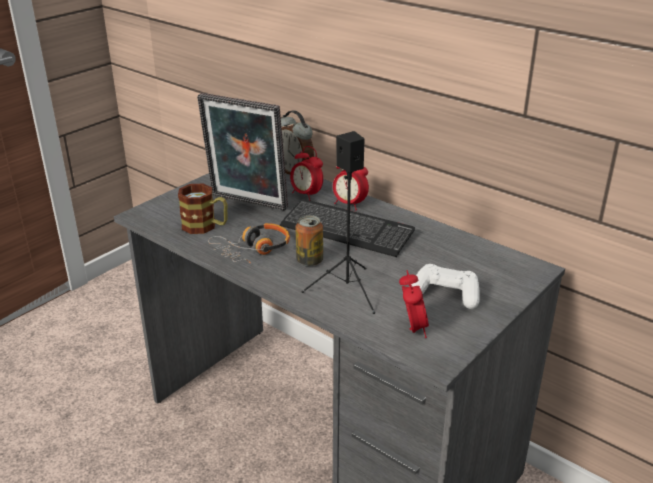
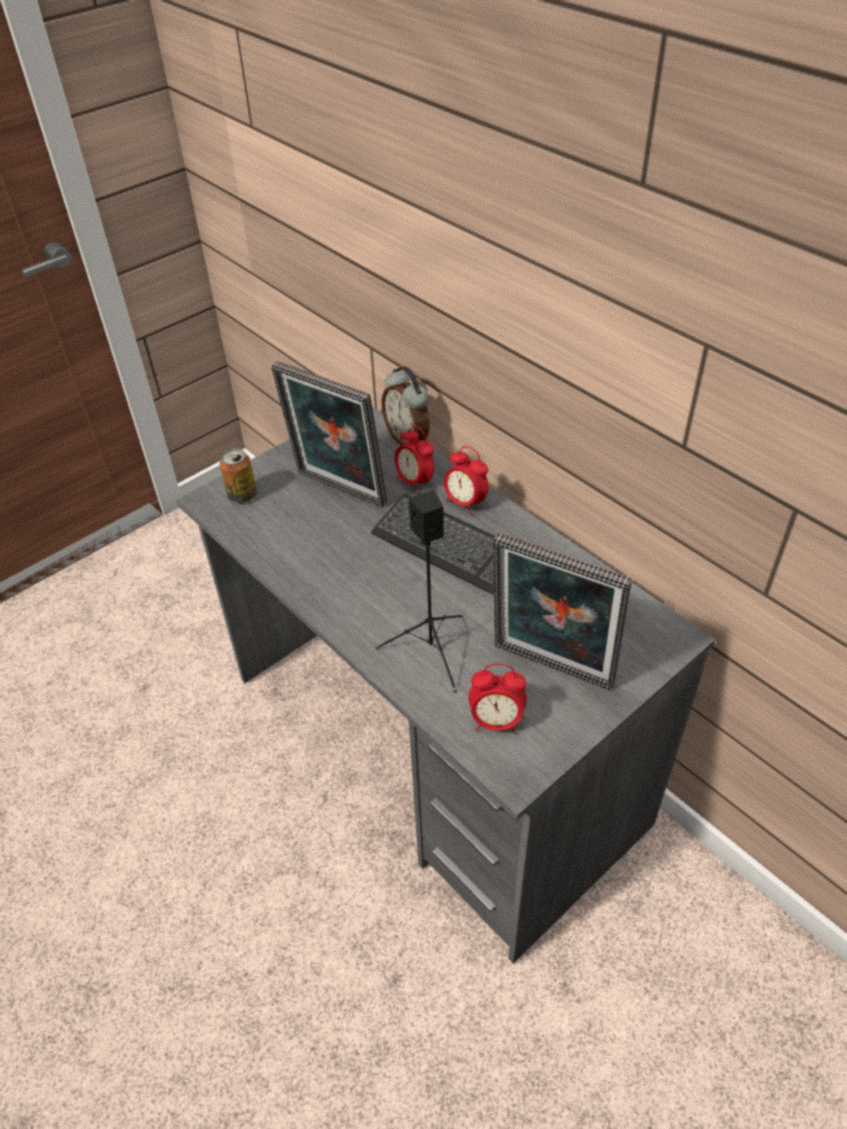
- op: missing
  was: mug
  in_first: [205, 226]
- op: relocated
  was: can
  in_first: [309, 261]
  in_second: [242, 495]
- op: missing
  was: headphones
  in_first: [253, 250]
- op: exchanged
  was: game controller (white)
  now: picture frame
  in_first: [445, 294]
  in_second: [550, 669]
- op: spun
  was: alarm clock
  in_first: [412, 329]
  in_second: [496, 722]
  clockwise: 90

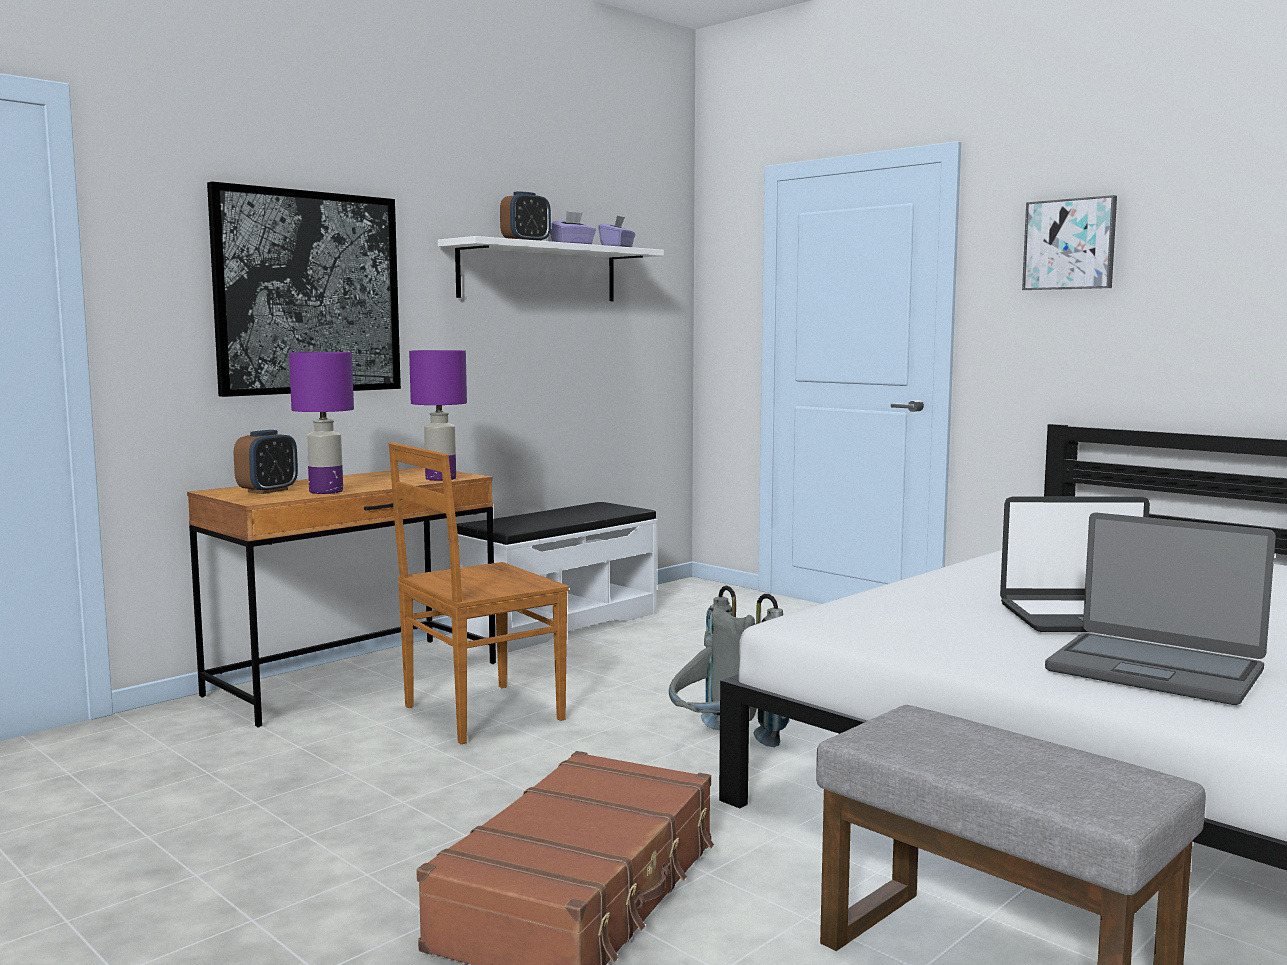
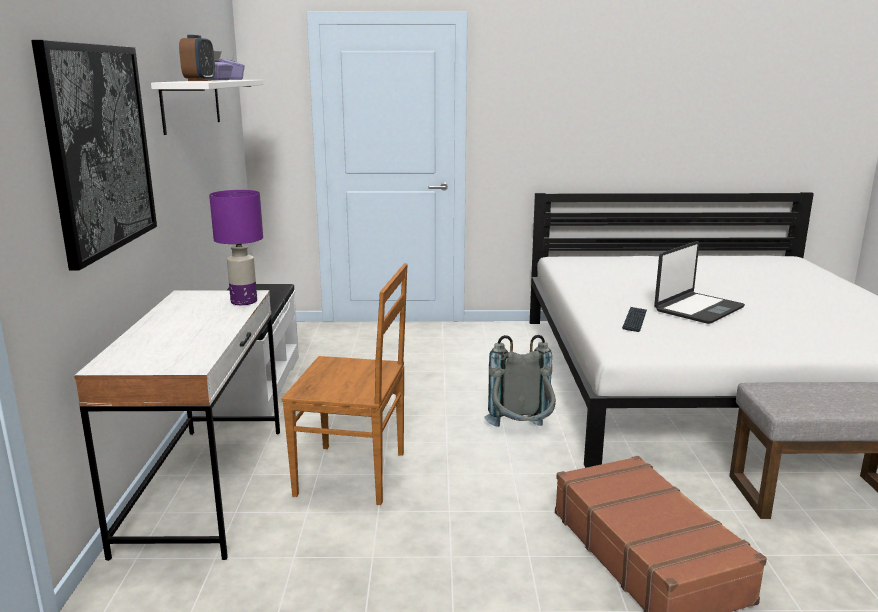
- op: missing
  was: picture
  in_first: [1070, 244]
- op: missing
  was: table lamp (purple)
  in_first: [325, 492]
- op: missing
  was: alarm clock
  in_first: [268, 491]
- op: spun
  was: chair (brown)
  in_first: [479, 713]
  in_second: [354, 474]
  clockwise: -90
- op: colour
  was: desk (brown)
  now: desk (white)
  in_first: [355, 679]
  in_second: [206, 487]
- op: missing
  was: laptop
  in_first: [1154, 670]
- op: appeared
  now: keyboard
  in_second: [634, 320]

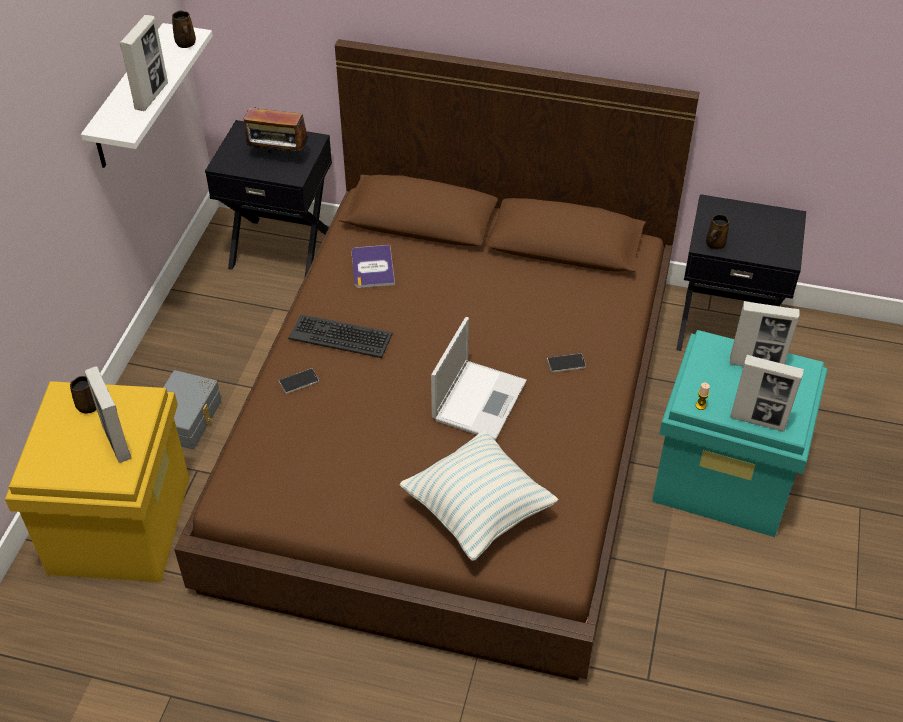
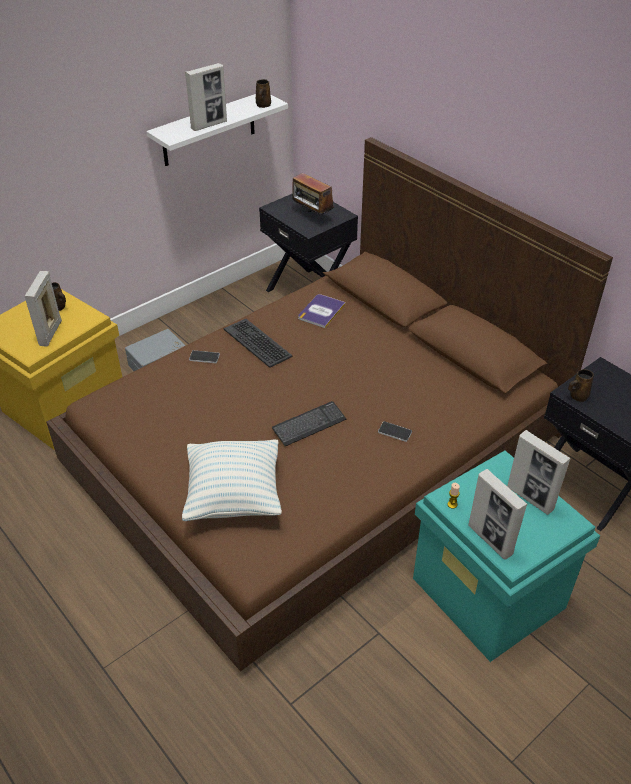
- op: exchanged
  was: laptop
  now: keyboard
  in_first: [479, 399]
  in_second: [309, 425]

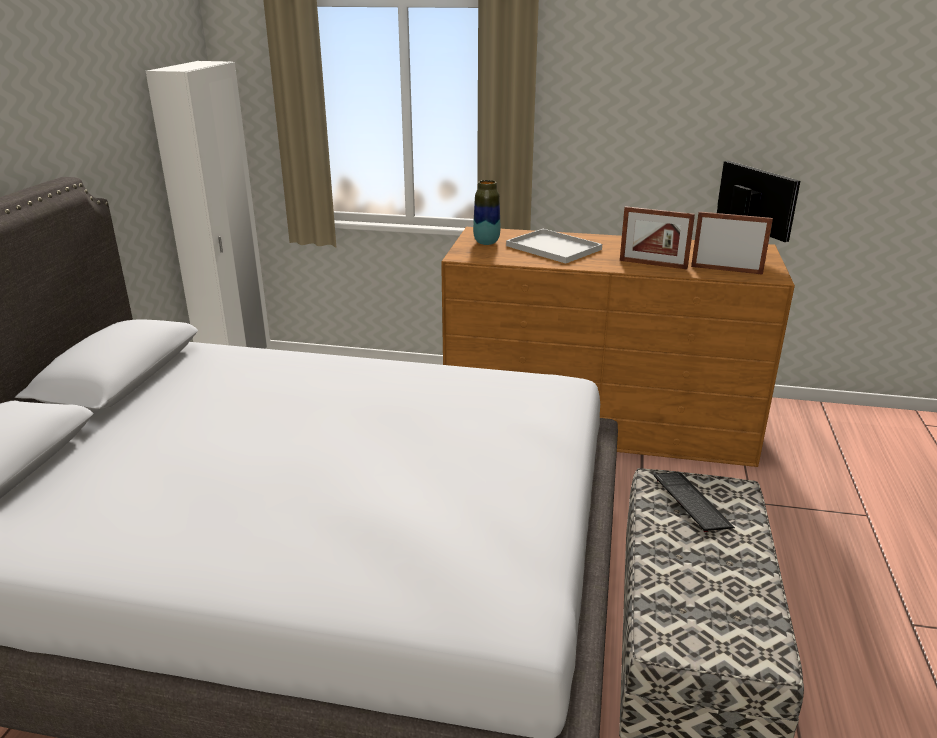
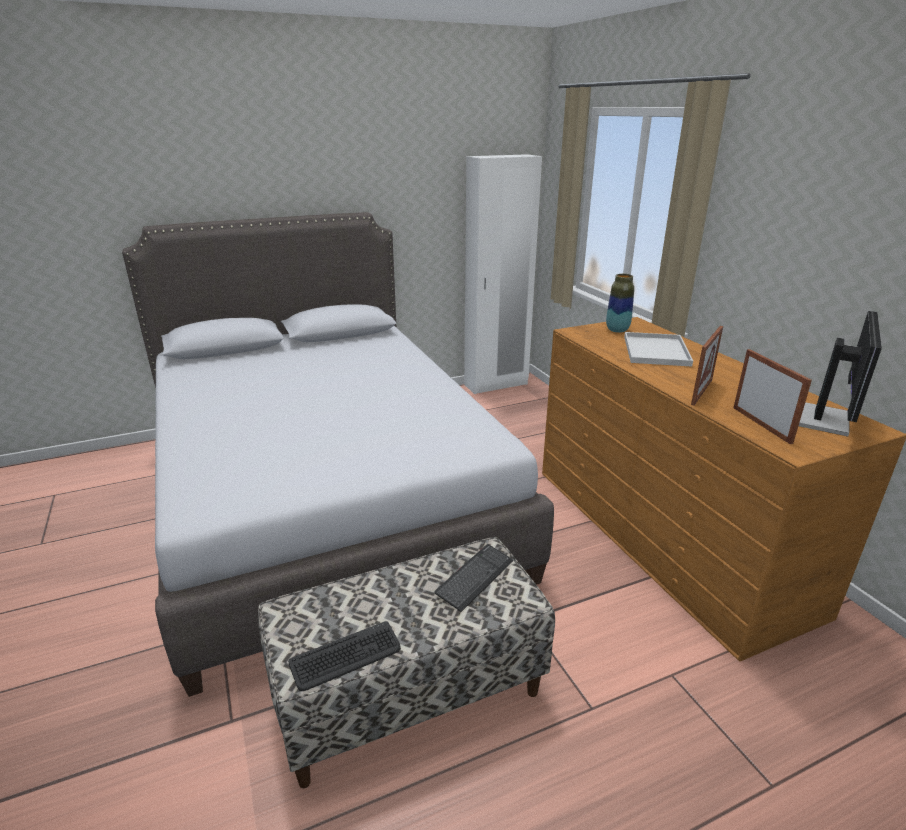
- op: spun
  was: picture frame
  in_first: [653, 264]
  in_second: [701, 392]
  clockwise: -135
- op: appeared
  now: keyboard
  in_second: [346, 657]

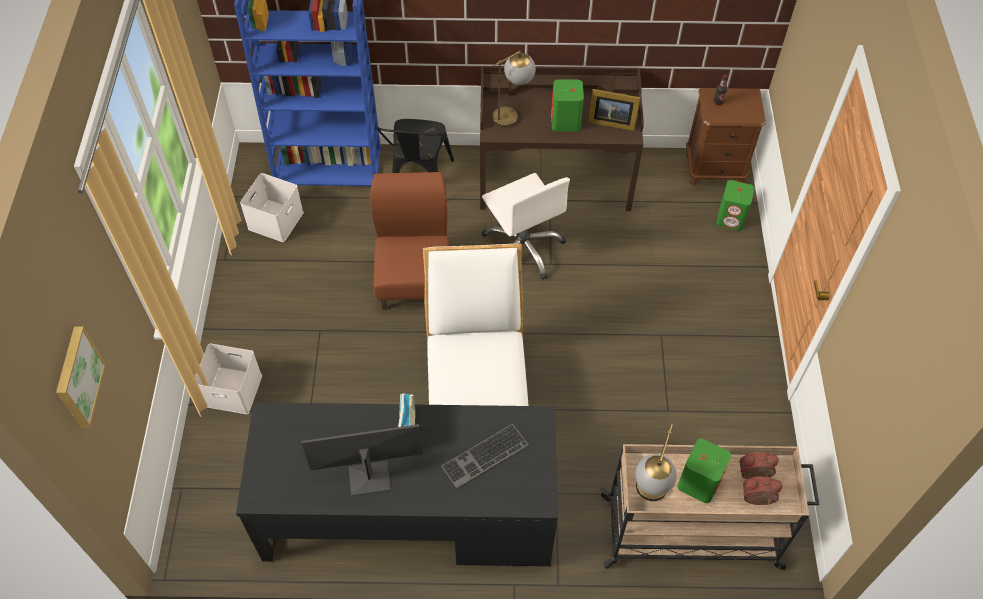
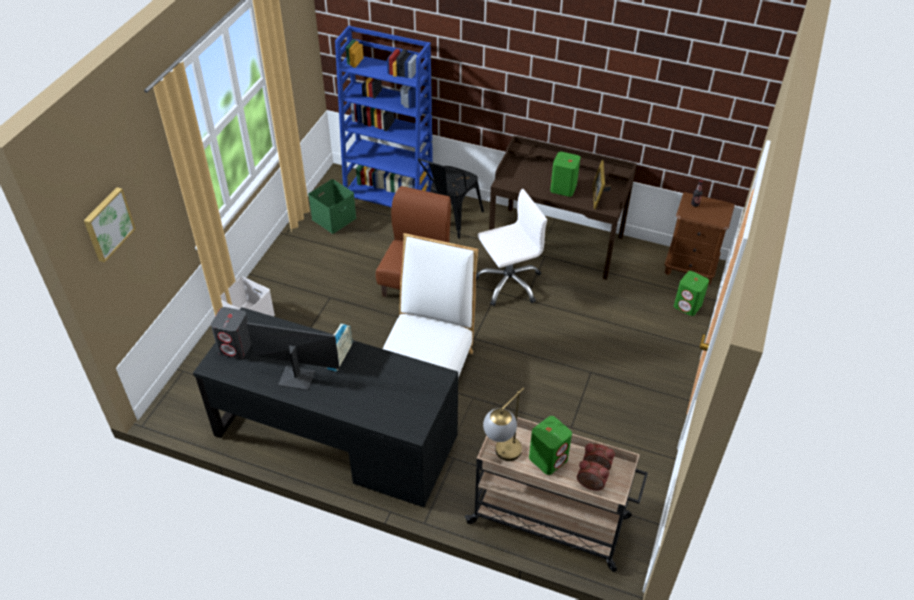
- op: missing
  was: table lamp
  in_first: [512, 114]
- op: spun
  was: picture frame
  in_first: [610, 121]
  in_second: [599, 196]
  clockwise: 60
- op: colour
  was: storage box (white)
  now: storage box (green)
  in_first: [276, 221]
  in_second: [334, 219]
- op: spun
  was: office chair (white)
  in_first: [523, 248]
  in_second: [508, 283]
  clockwise: -105
- op: missing
  was: keyboard
  in_first: [485, 457]
- op: appeared
  now: speaker (grey)
  in_second: [236, 347]

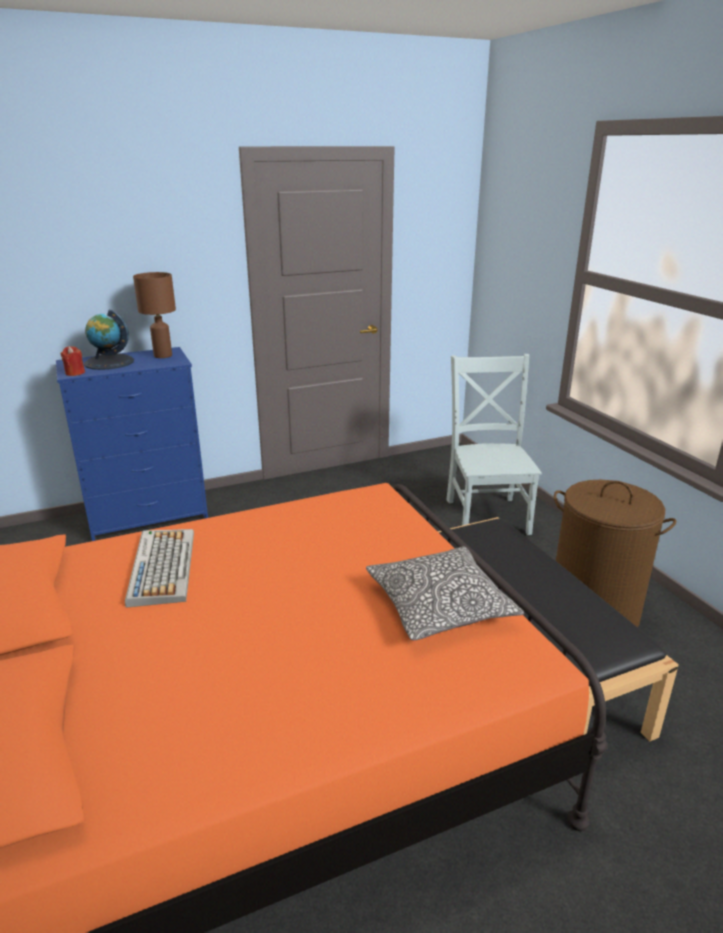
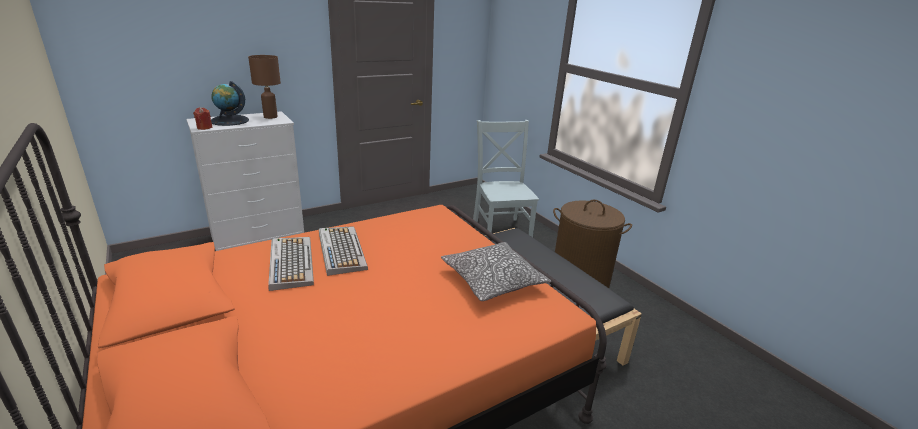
- op: colour
  was: dresser (blue)
  now: dresser (white)
  in_first: [149, 516]
  in_second: [259, 236]
- op: appeared
  now: keyboard
  in_second: [341, 250]

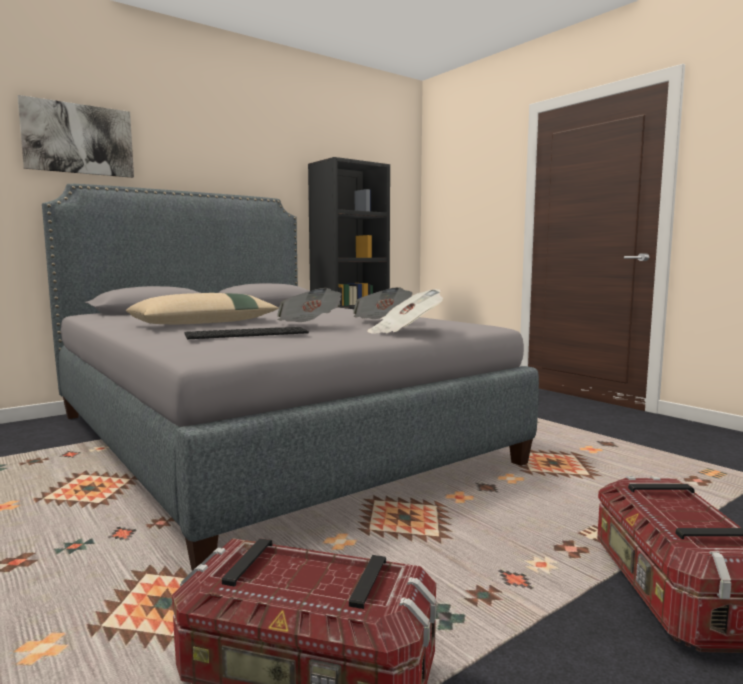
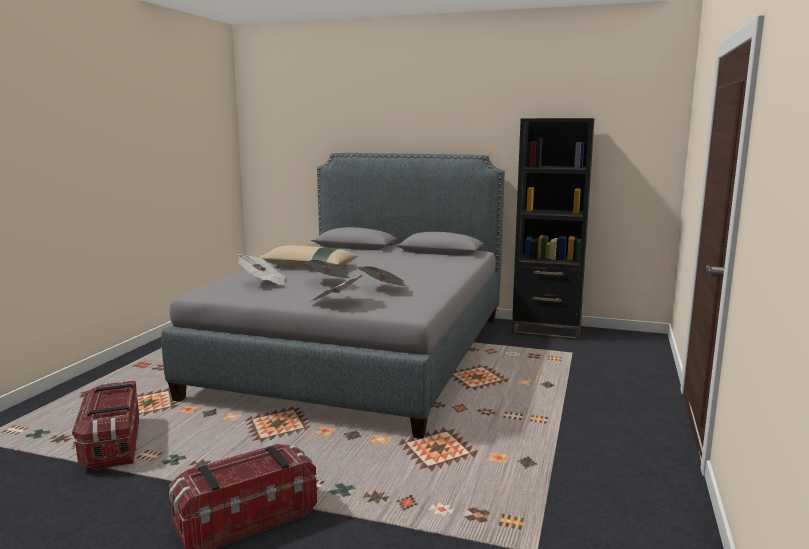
- op: missing
  was: picture
  in_first: [78, 139]
- op: exchanged
  was: keyboard
  now: newspaper
  in_first: [248, 333]
  in_second: [263, 282]

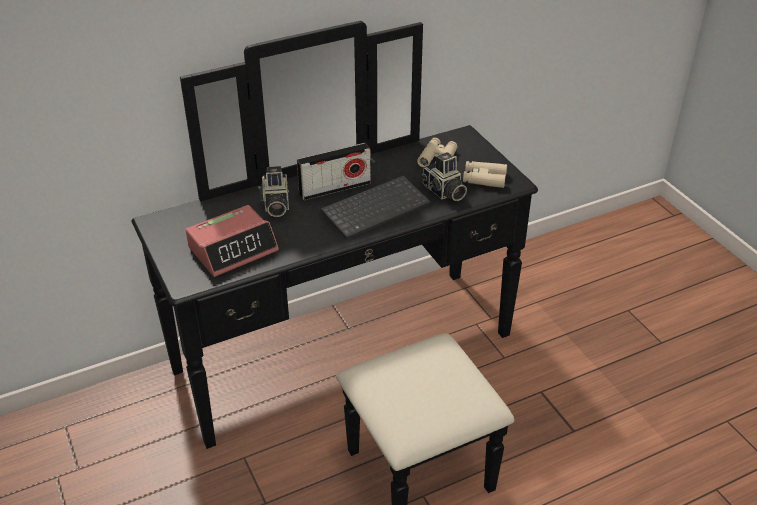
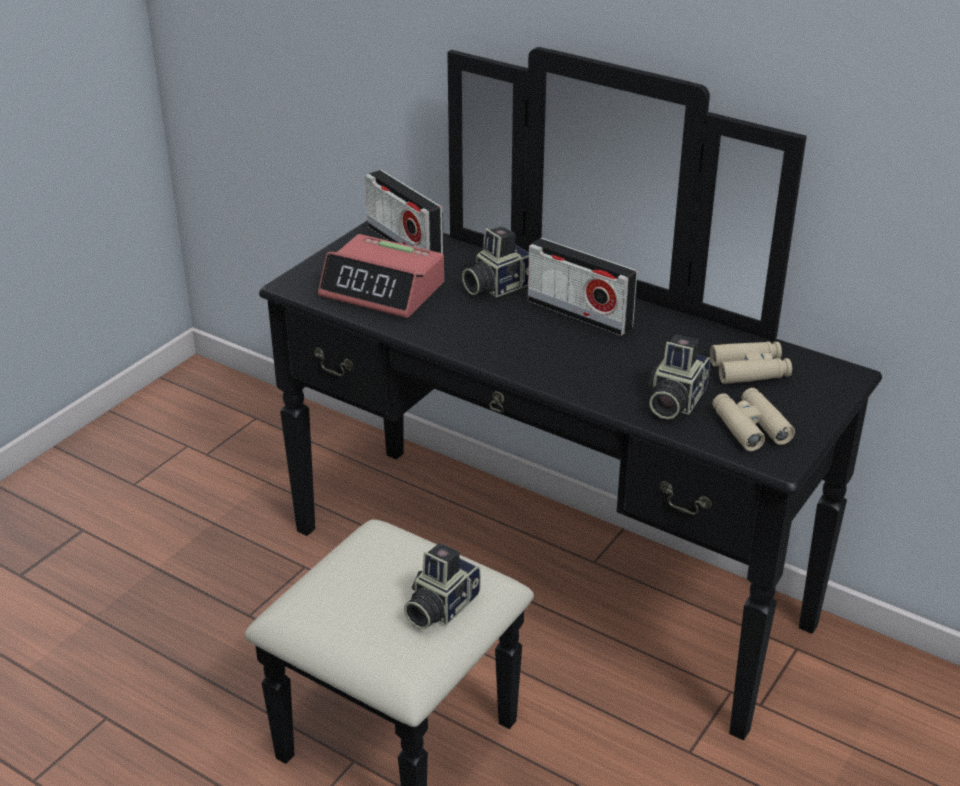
- op: missing
  was: keyboard
  in_first: [375, 208]
- op: appeared
  now: radio
  in_second: [405, 243]
- op: appeared
  now: photo camera
  in_second: [439, 606]

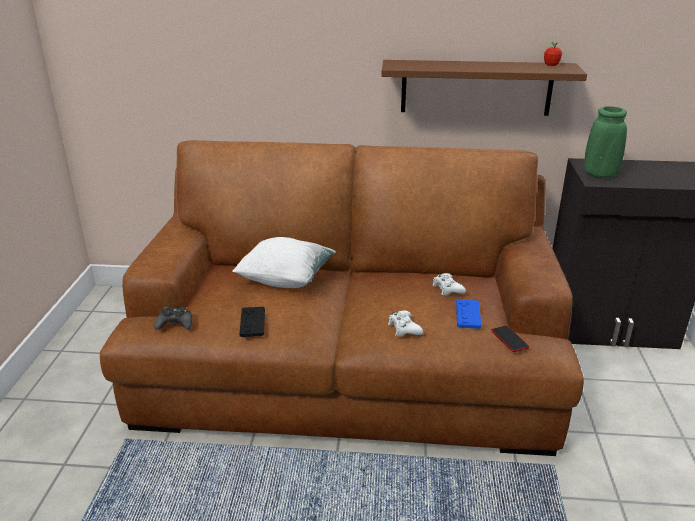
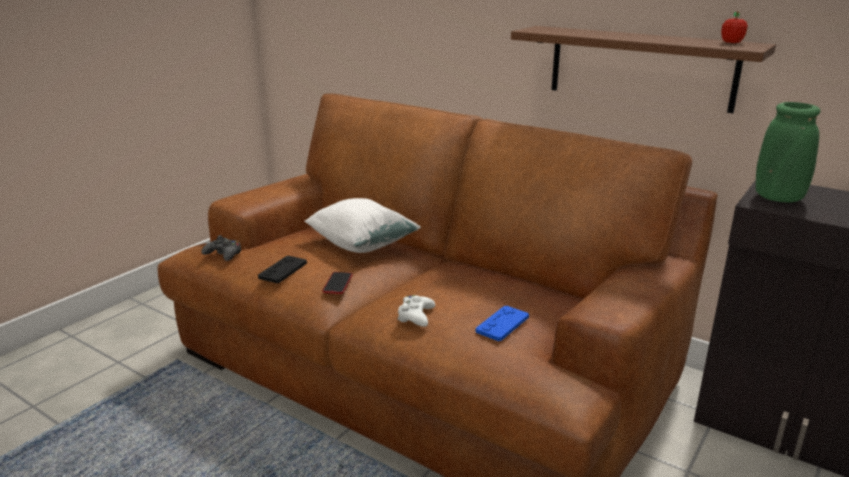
- op: missing
  was: game controller (white)
  in_first: [447, 289]
- op: relocated
  was: phone
  in_first: [509, 339]
  in_second: [337, 283]

